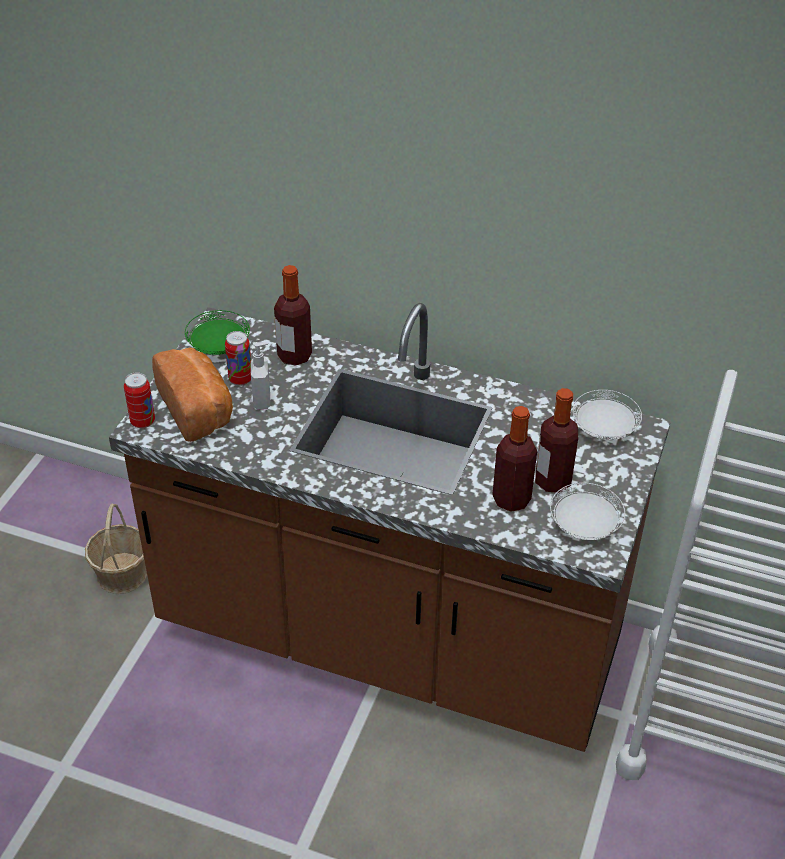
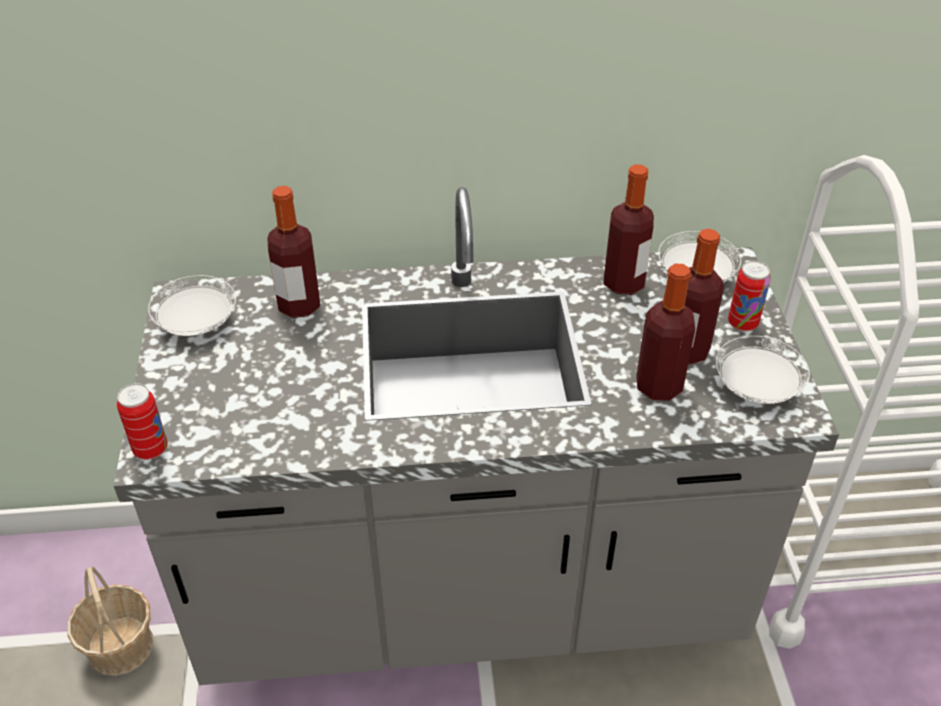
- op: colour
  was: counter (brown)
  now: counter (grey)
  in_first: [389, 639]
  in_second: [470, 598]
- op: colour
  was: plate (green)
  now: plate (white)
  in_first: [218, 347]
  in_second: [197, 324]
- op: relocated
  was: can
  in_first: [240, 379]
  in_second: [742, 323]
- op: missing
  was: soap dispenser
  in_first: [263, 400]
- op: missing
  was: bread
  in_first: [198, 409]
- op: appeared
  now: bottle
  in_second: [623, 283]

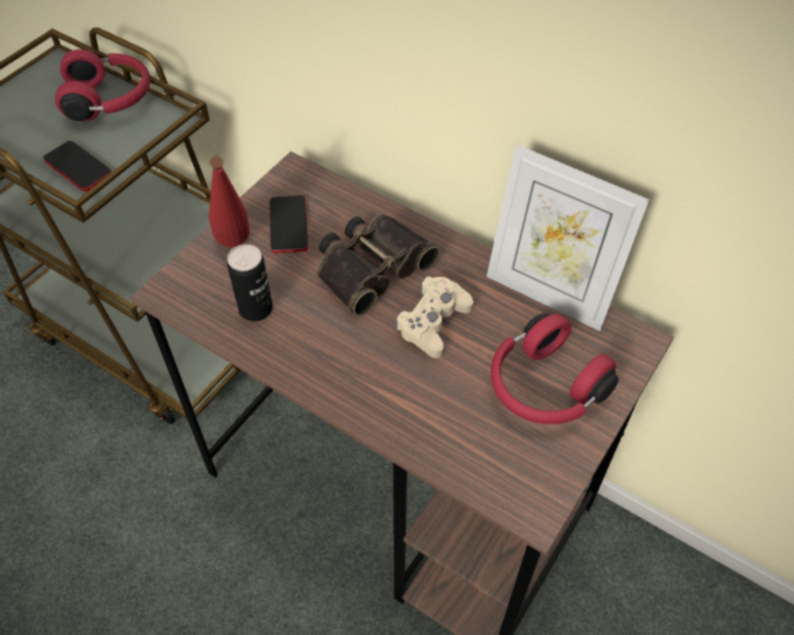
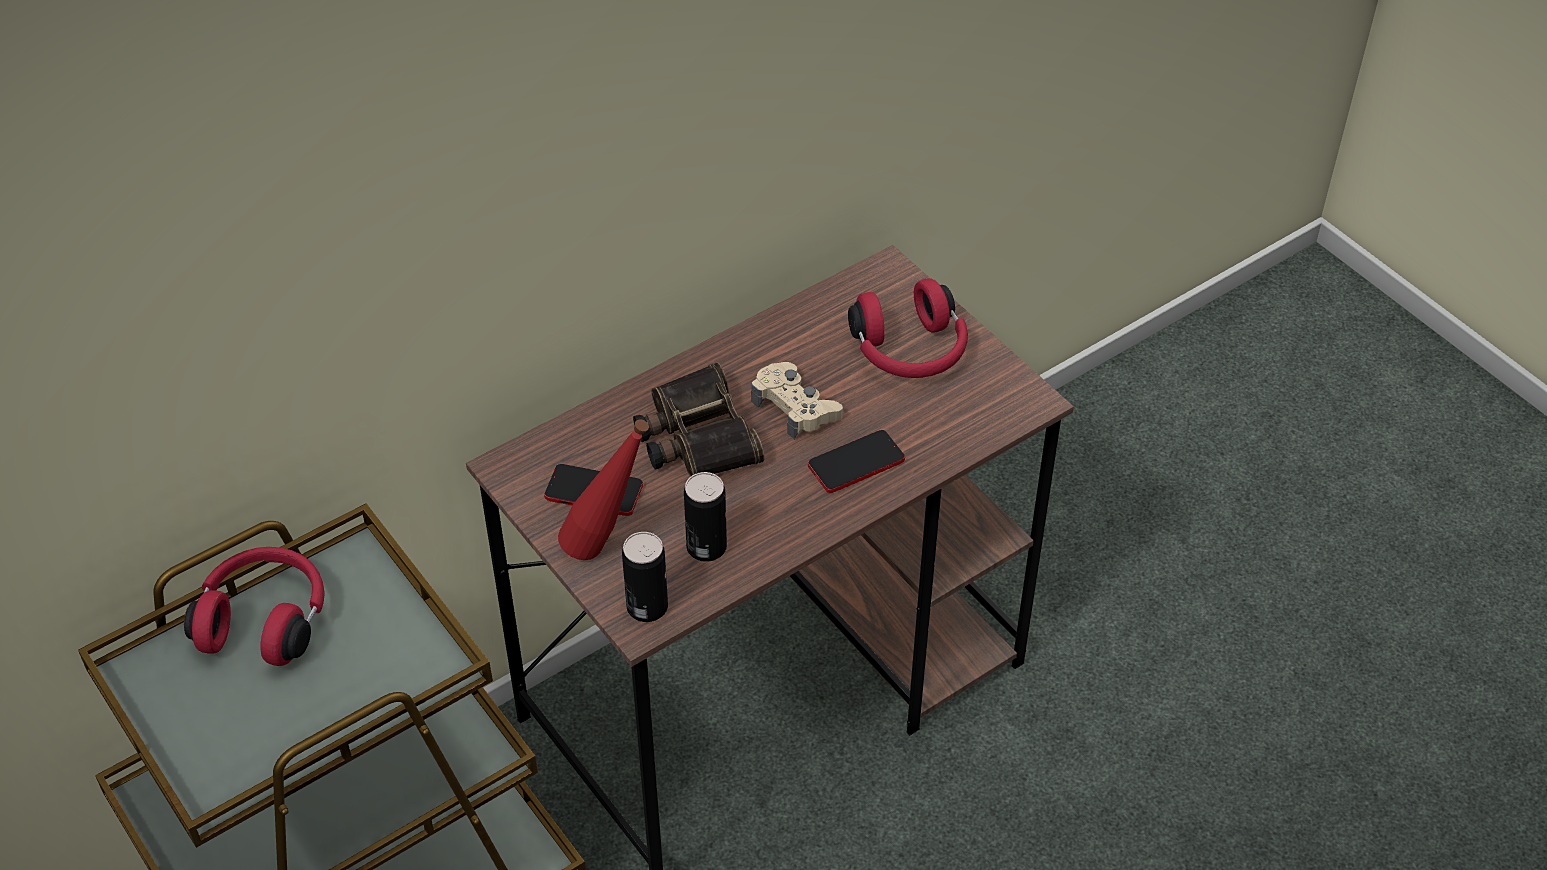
- op: relocated
  was: phone
  in_first: [78, 167]
  in_second: [856, 463]
- op: missing
  was: picture frame
  in_first: [548, 294]
- op: appeared
  now: can
  in_second: [647, 607]

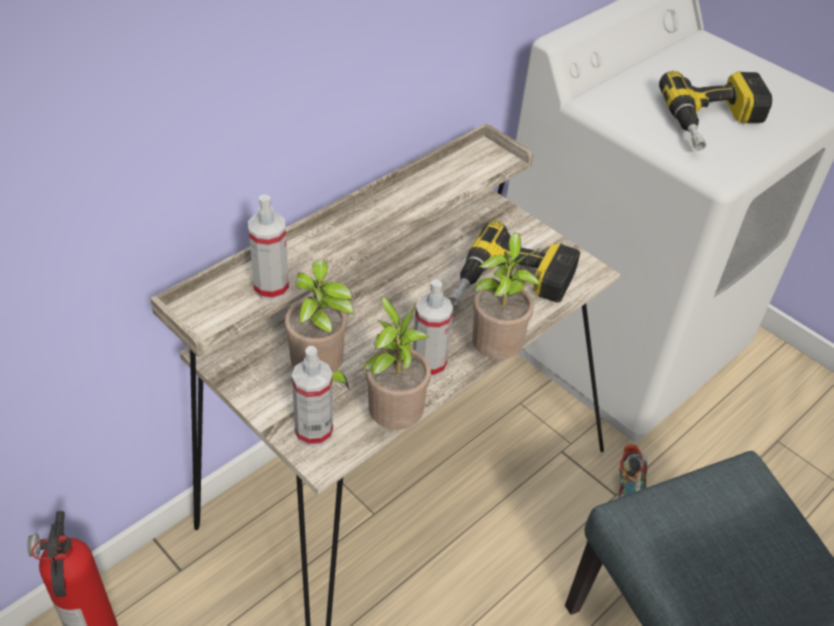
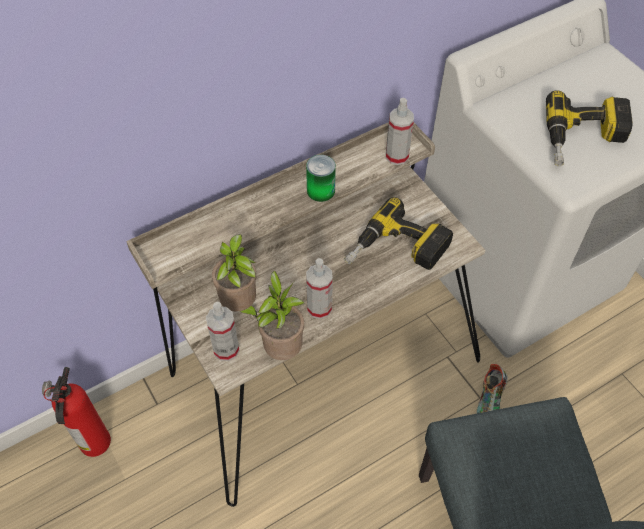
- op: relocated
  was: spray bottle
  in_first: [271, 288]
  in_second: [397, 156]
- op: missing
  was: potted plant
  in_first: [496, 353]
- op: appeared
  now: can
  in_second: [321, 190]

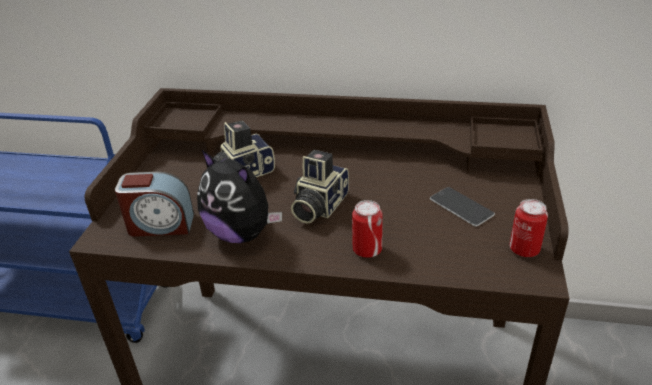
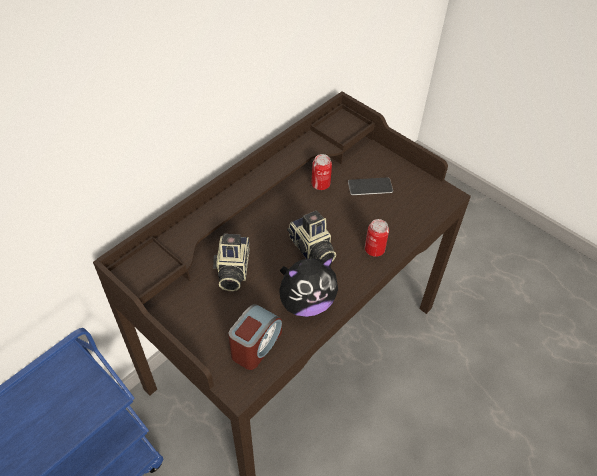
- op: relocated
  was: can
  in_first: [524, 249]
  in_second: [320, 184]

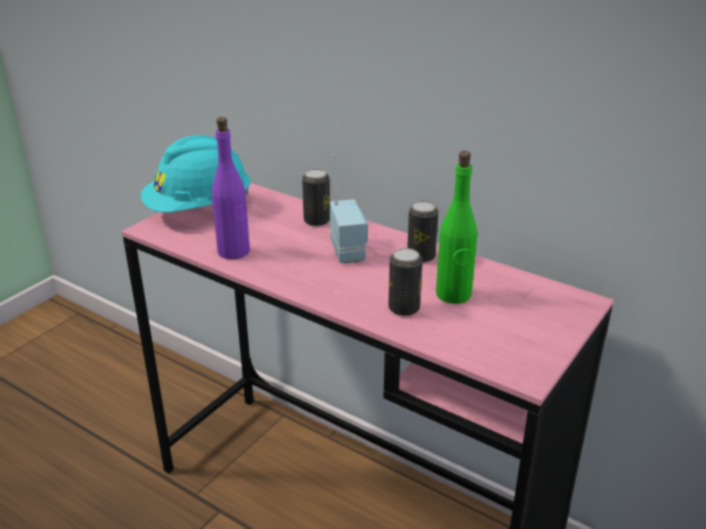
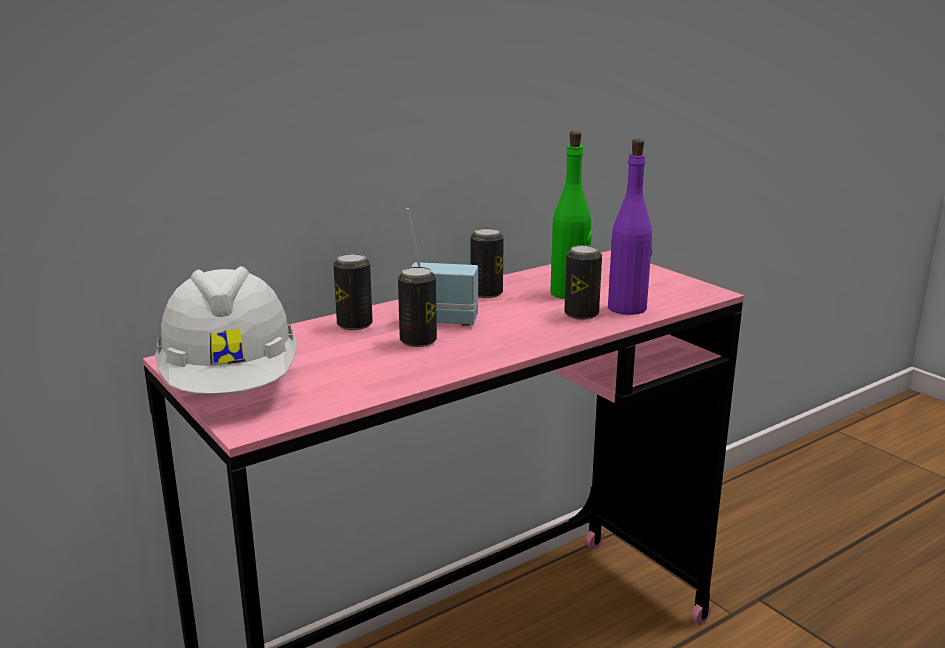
- op: relocated
  was: bottle (purple)
  in_first: [234, 251]
  in_second: [627, 308]
- op: colour
  was: hard hat (turquoise)
  now: hard hat (white)
  in_first: [199, 209]
  in_second: [232, 385]
- op: appeared
  now: can
  in_second: [418, 341]

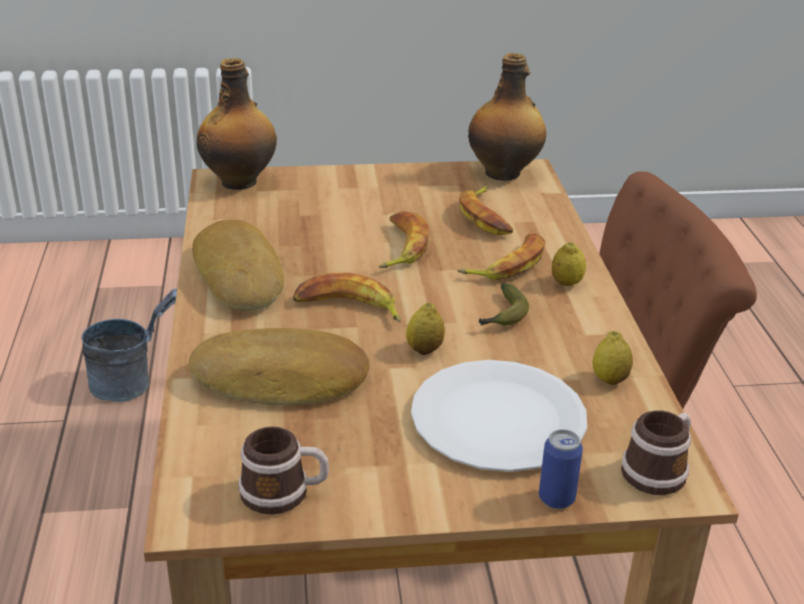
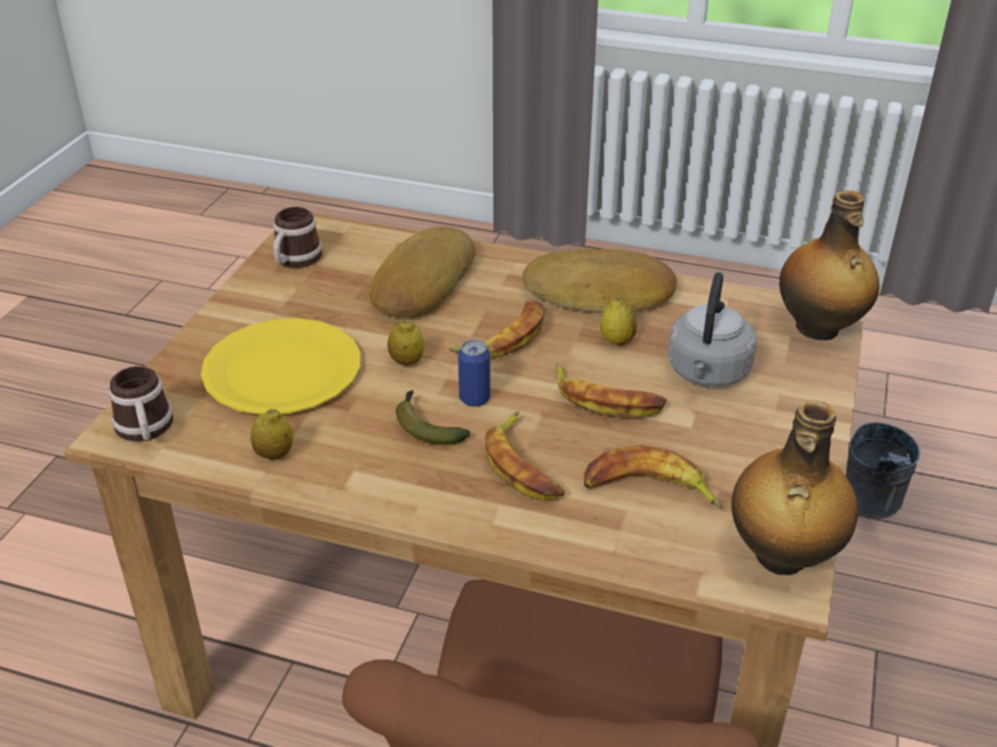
- op: relocated
  was: lemon
  in_first: [566, 283]
  in_second: [617, 341]
- op: colour
  was: plate (white)
  now: plate (yellow)
  in_first: [498, 418]
  in_second: [282, 370]
- op: relocated
  was: can
  in_first: [556, 498]
  in_second: [474, 399]
- op: appeared
  now: kettle (grey)
  in_second: [707, 373]

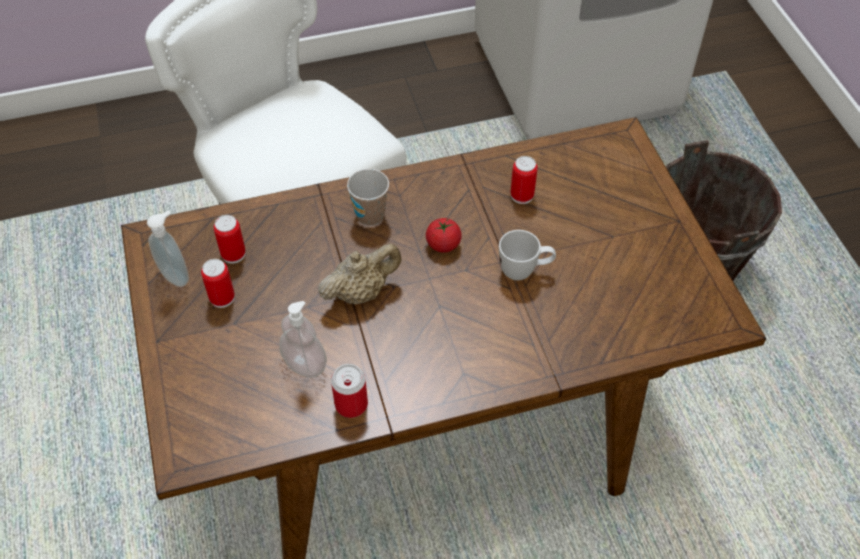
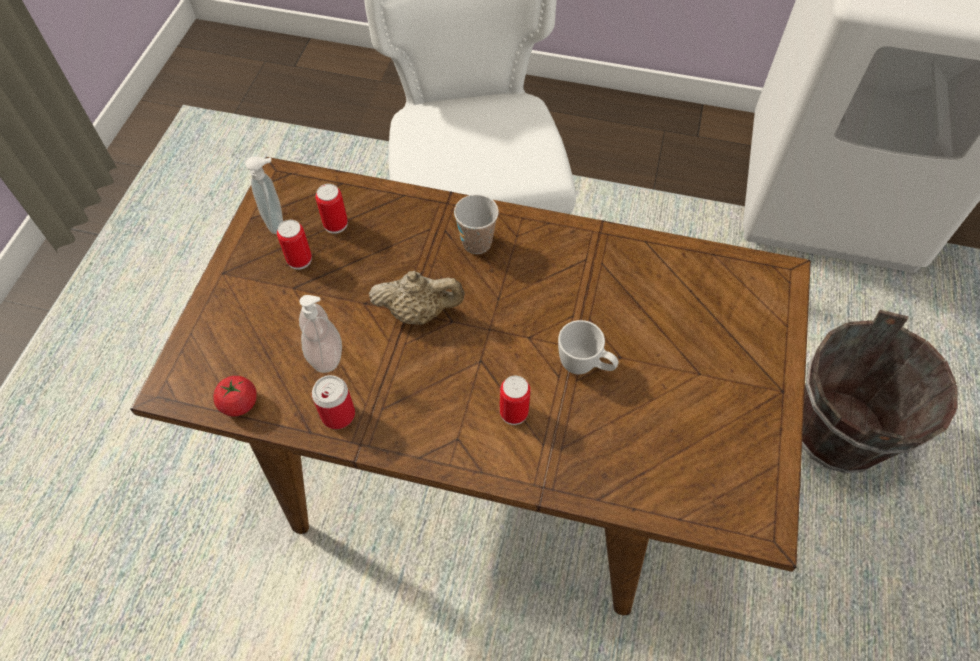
- op: relocated
  was: can
  in_first: [522, 195]
  in_second: [513, 412]
- op: relocated
  was: tomato
  in_first: [443, 244]
  in_second: [239, 403]

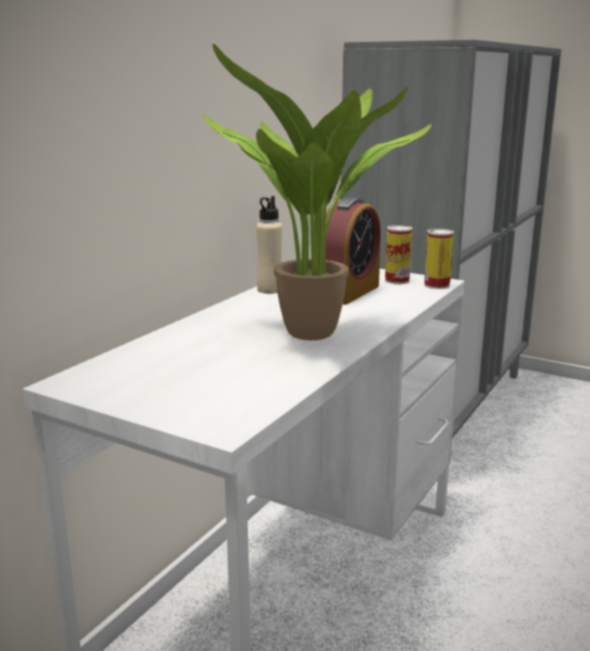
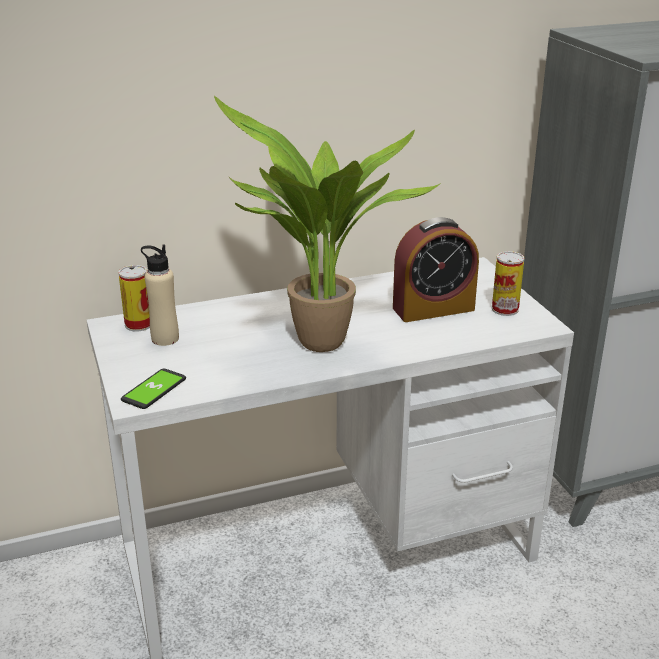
- op: relocated
  was: bottle (beige)
  in_first: [269, 290]
  in_second: [165, 338]
- op: relocated
  was: can
  in_first: [436, 285]
  in_second: [138, 324]
- op: appeared
  now: phone
  in_second: [154, 390]

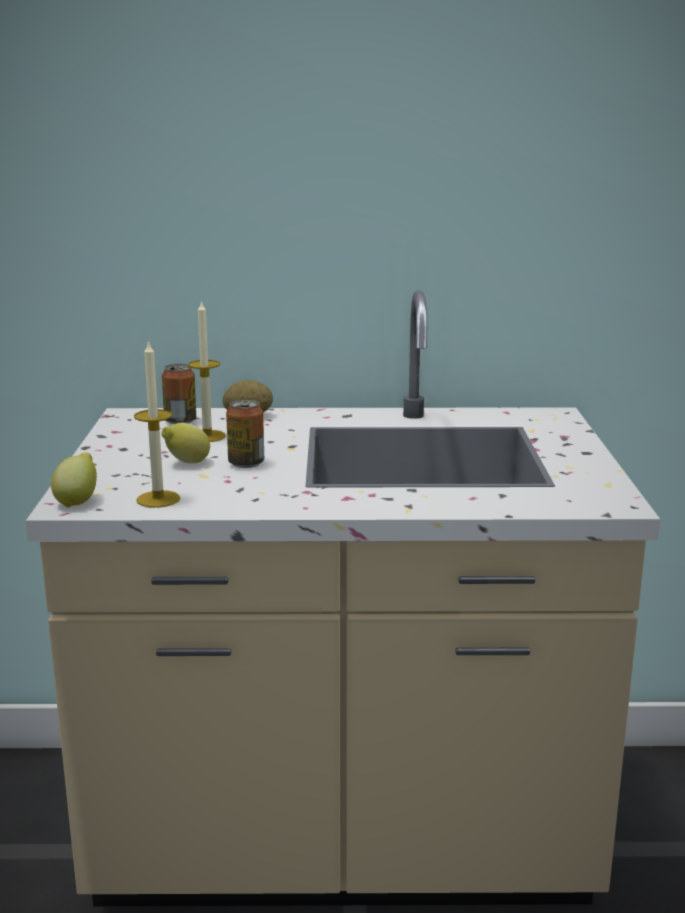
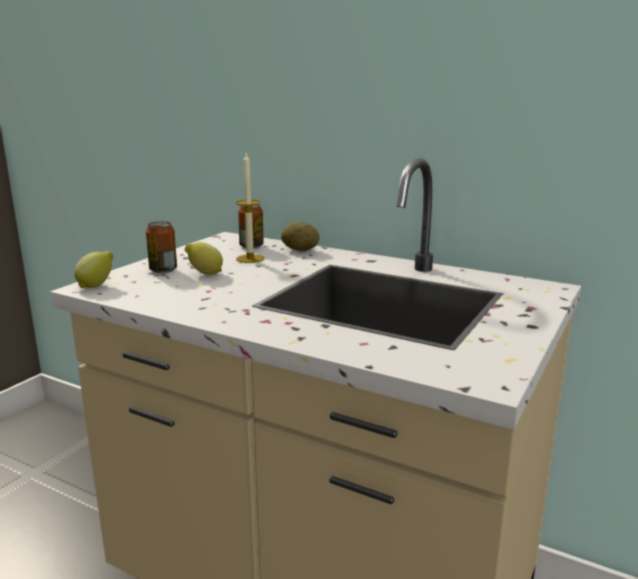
- op: missing
  was: candle
  in_first: [158, 499]
- op: relocated
  was: can
  in_first: [246, 463]
  in_second: [163, 270]

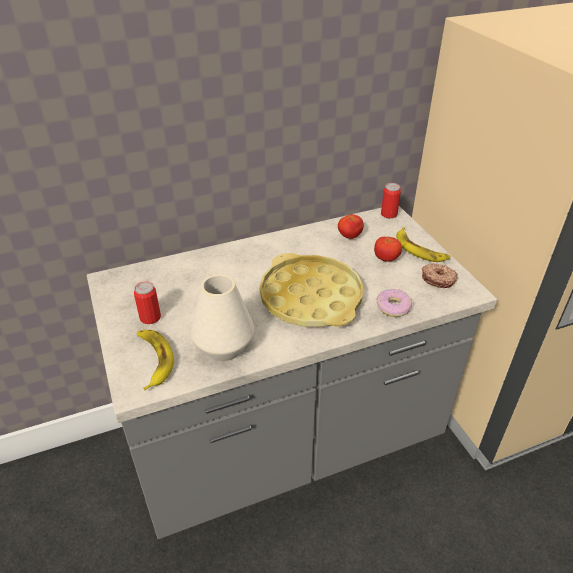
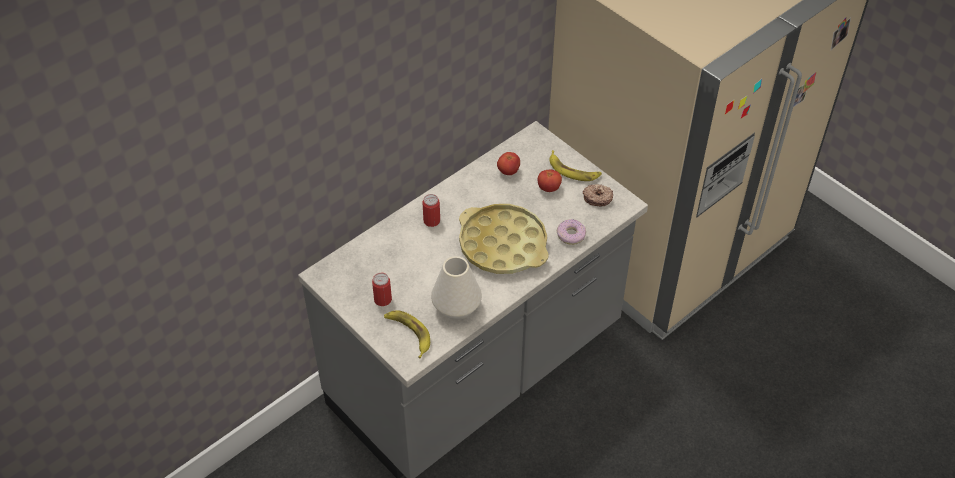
- op: relocated
  was: can
  in_first: [388, 214]
  in_second: [431, 221]

